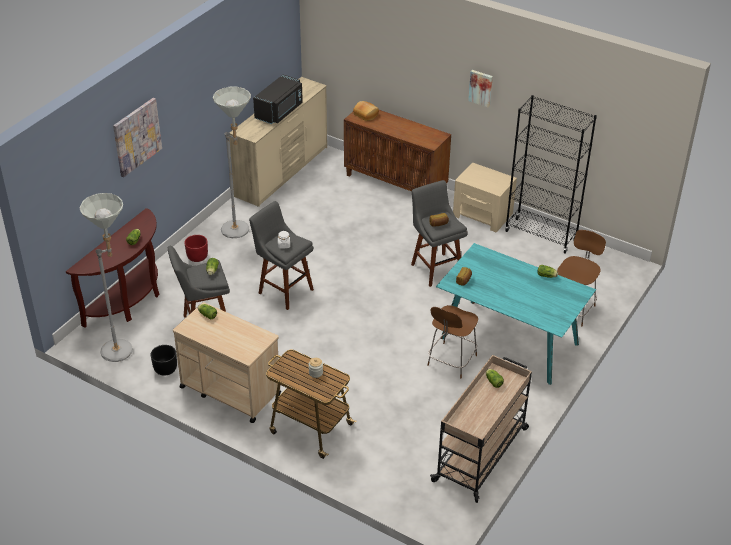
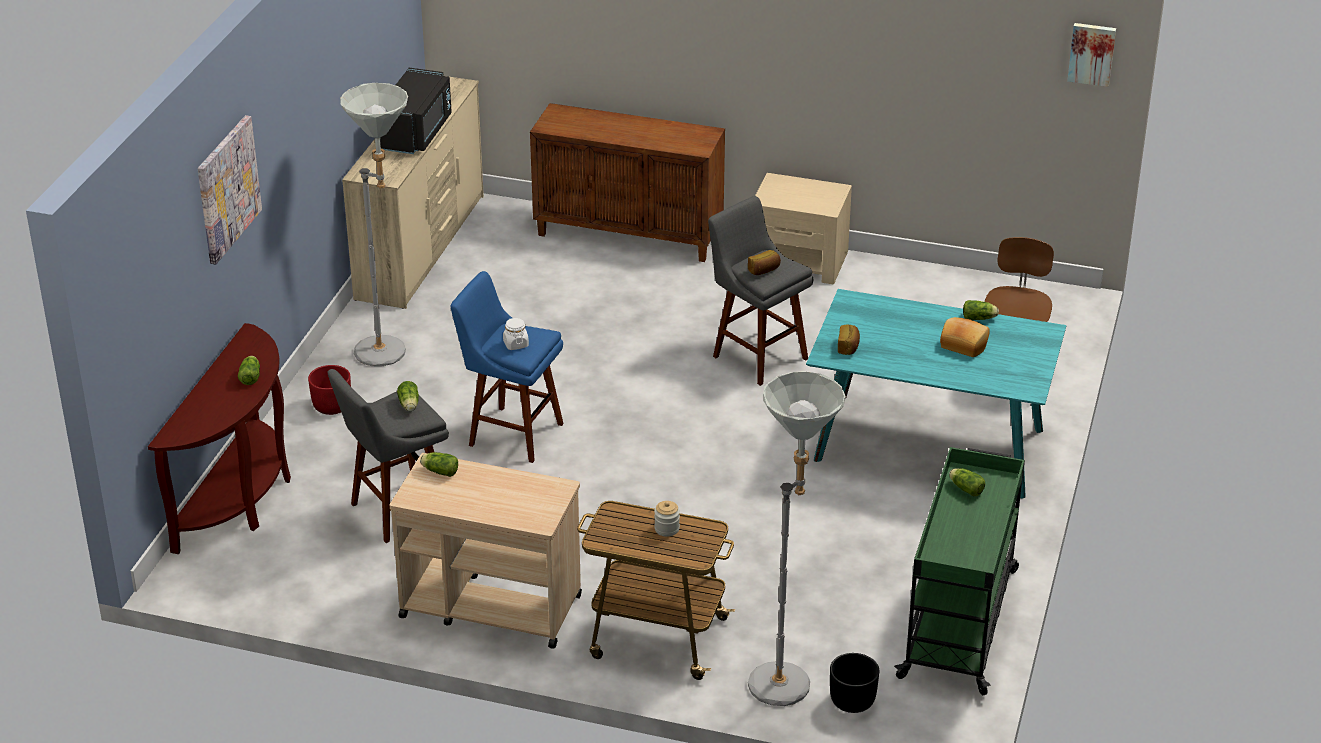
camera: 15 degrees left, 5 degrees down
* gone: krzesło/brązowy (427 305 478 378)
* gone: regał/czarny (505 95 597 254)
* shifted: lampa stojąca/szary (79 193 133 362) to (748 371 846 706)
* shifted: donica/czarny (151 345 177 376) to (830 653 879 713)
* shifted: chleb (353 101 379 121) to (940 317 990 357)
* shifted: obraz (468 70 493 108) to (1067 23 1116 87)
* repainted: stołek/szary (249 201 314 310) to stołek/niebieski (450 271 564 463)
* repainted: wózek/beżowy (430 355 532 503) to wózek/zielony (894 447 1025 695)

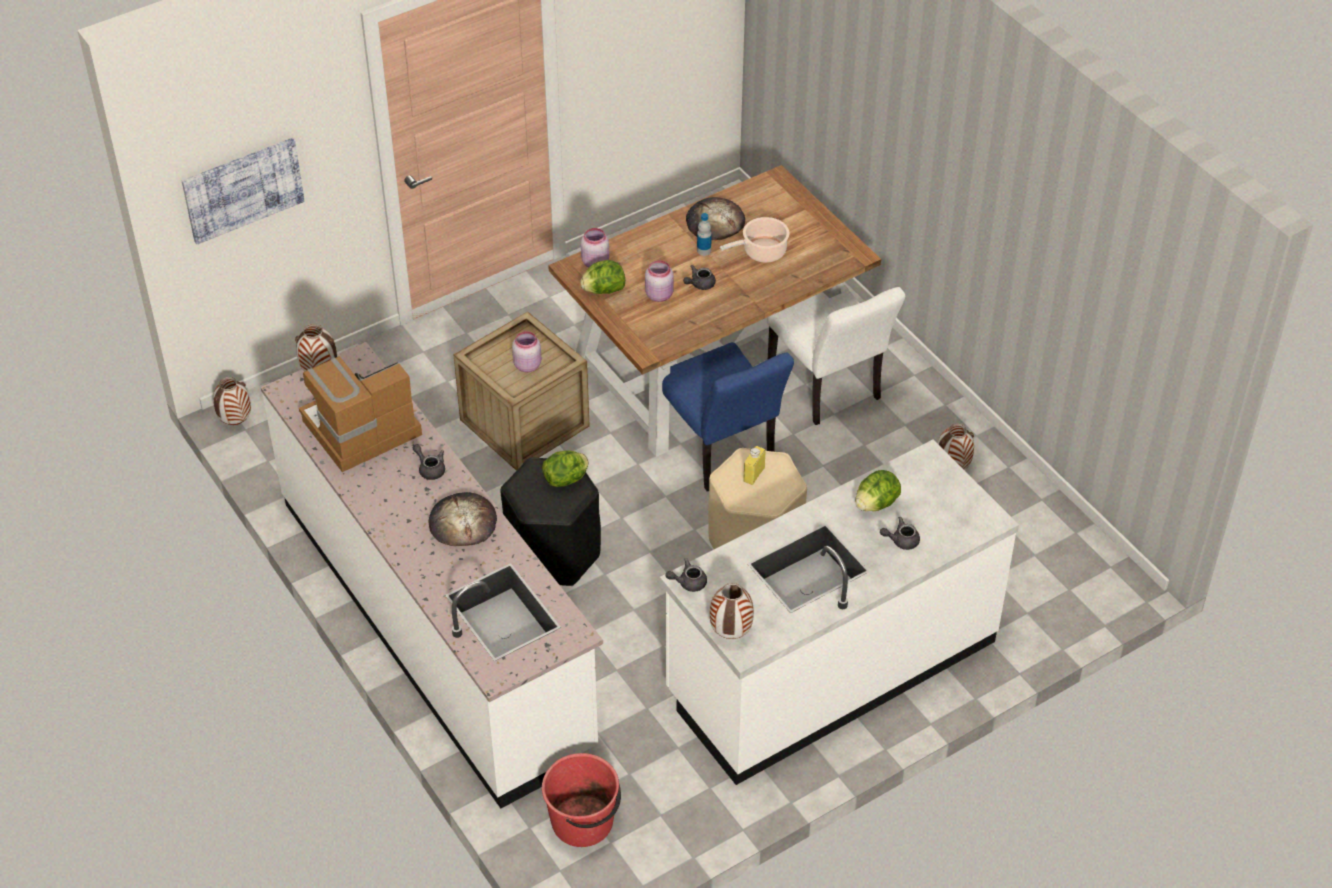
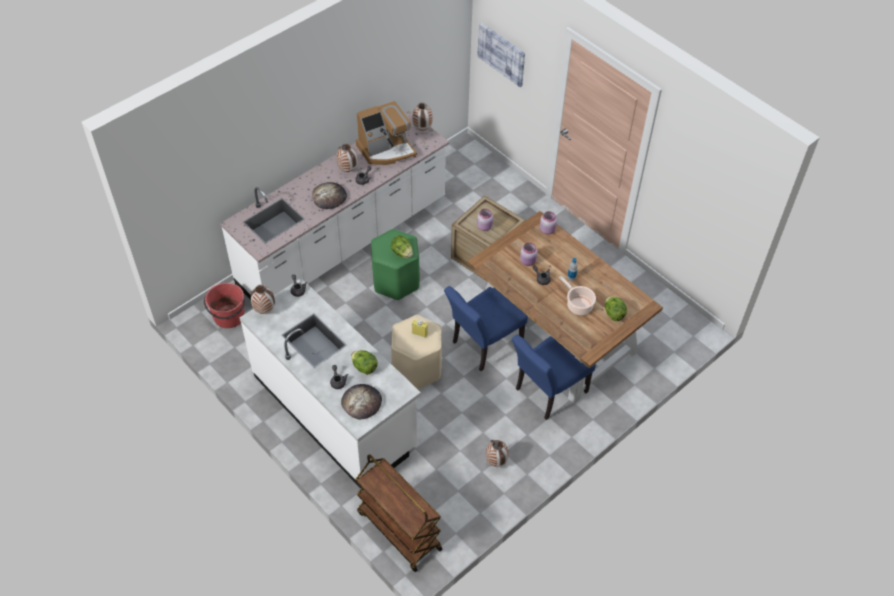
camera: 80 degrees right, 5 degrees up
* new: wózek/brązowy (355 454 442 572)
* shifted: wazon (213 377 251 425) to (337 144 358 172)
* shifted: sałata (580 260 625 294) to (605 297 627 321)
* shifted: chleb (686 197 745 240) to (341 384 382 419)
* repainted: stołek/czarny (500 457 601 586) to stołek/zielony (371 229 420 300)
* repainted: krzesło/biały (767 285 905 425) to krzesło/niebieski (512 335 596 420)
* rotated: ekspres do kawy (299 356 422 472) = (356 101 417 165) 105 degrees clockwise

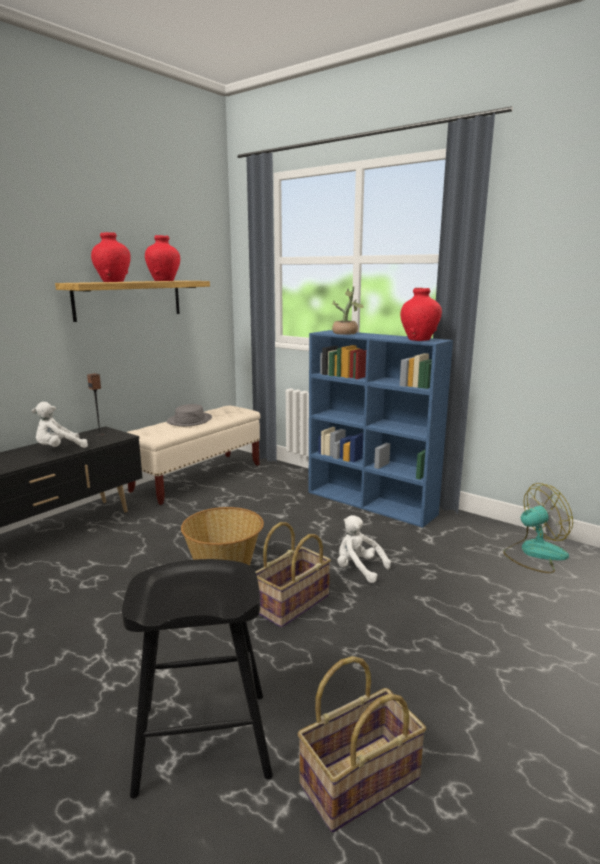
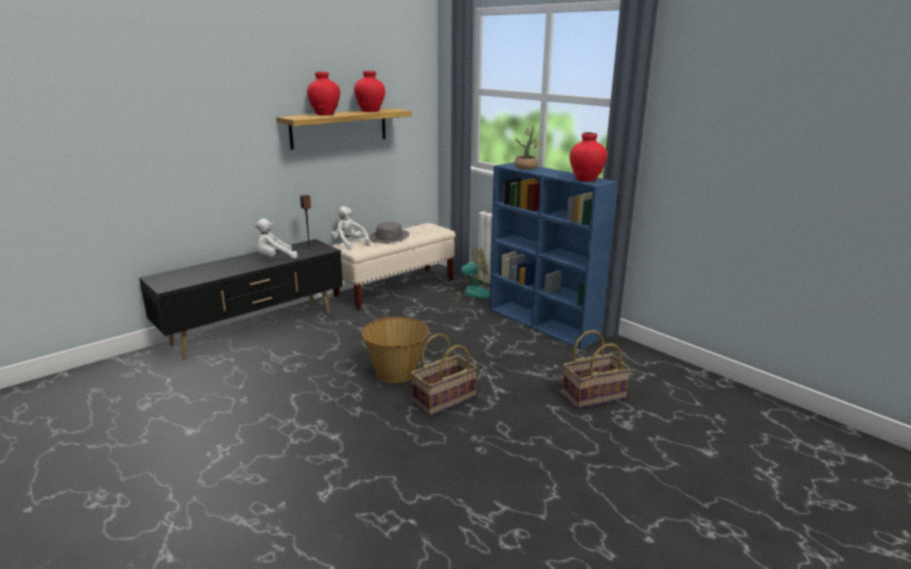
camera: 10 degrees right, 5 degrees up
* gone: stołek/czarny (122 559 273 799)
* shifted: koszyk (298 656 426 833) to (562 330 631 409)
* shifted: pluszak/biały (337 515 391 583) to (331 206 370 249)
* shifted: wentylator (503 483 573 573) to (450 247 490 304)

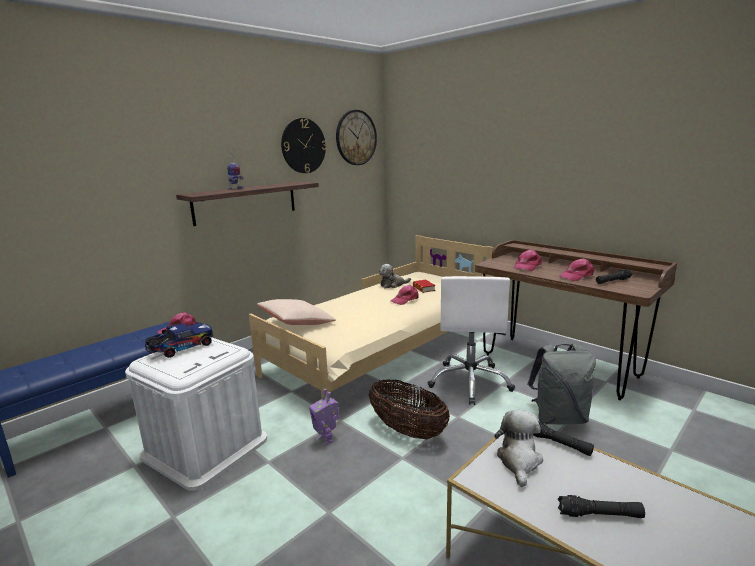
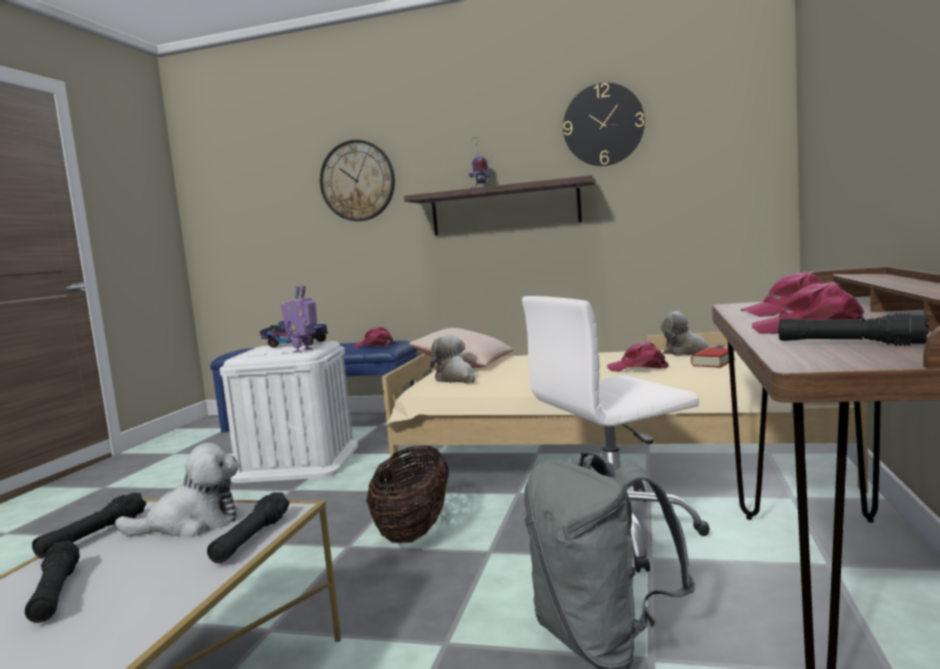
camera: 60 degrees right, 10 degrees down
* new: latarka/czarny (32 493 146 559)
* new: pluszak (430 335 475 383)
* shifted: robot zabawkowy (309 389 339 445) to (281 285 317 353)
* shifted: zegar ścienny (336 110 377 165) to (320 140 395 221)

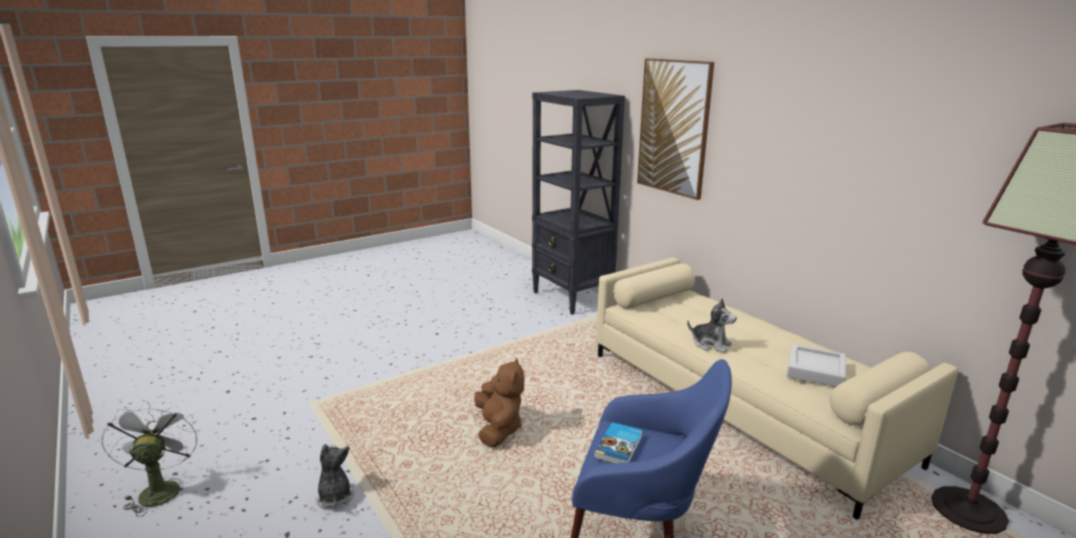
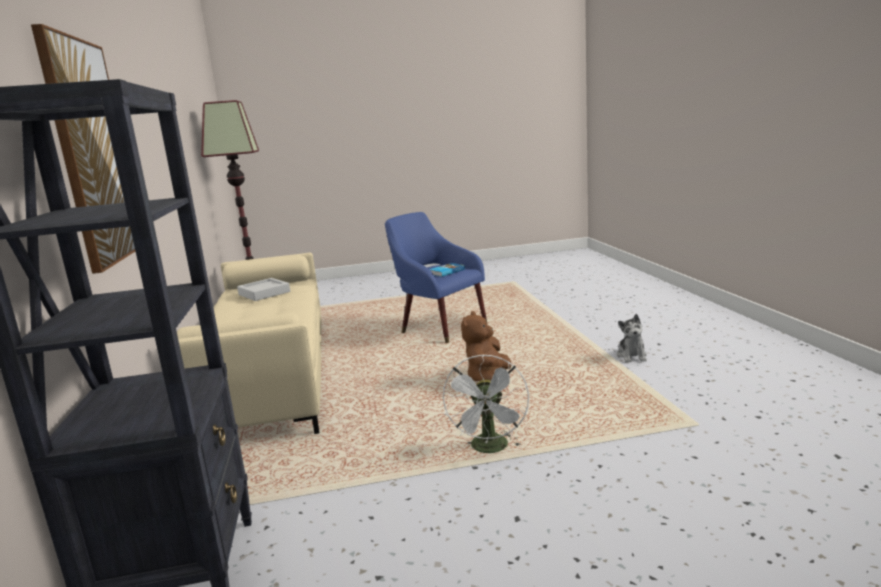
camera: 155 degrees left, 5 degrees down
* gone: pluszak (687 299 737 353)
* shifted: wentylator/biały (101 400 199 517) to (443 354 529 453)

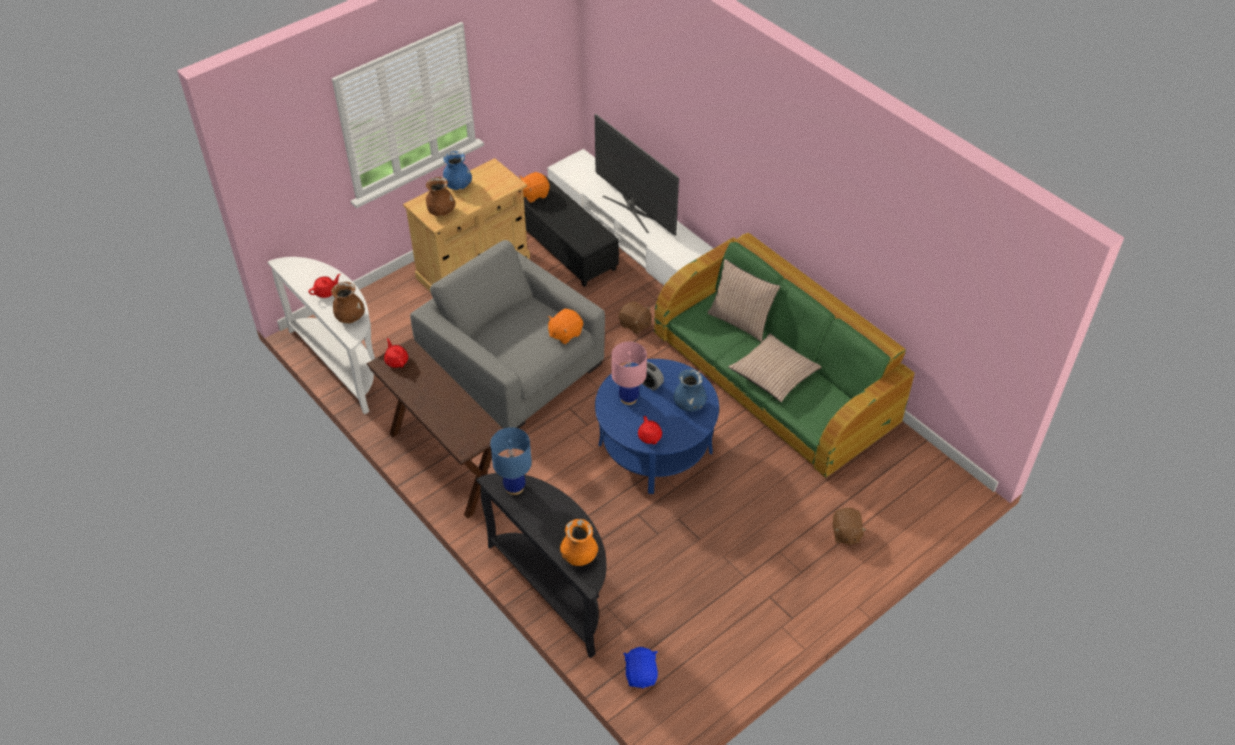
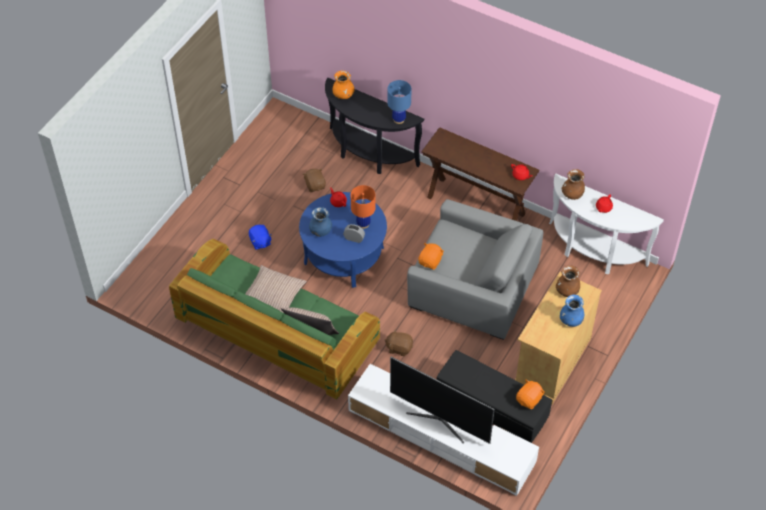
camera: 160 degrees right, 5 degrees up
* shifted: pluszak/niebieski (623 647 658 688) to (249 225 272 250)
* shifted: pluszak/brązowy (833 508 867 545) to (303 169 326 192)
* repainted: lampa stołowa/różowy (611 342 647 405) to lampa stołowa/pomarańczowy (351 185 376 229)

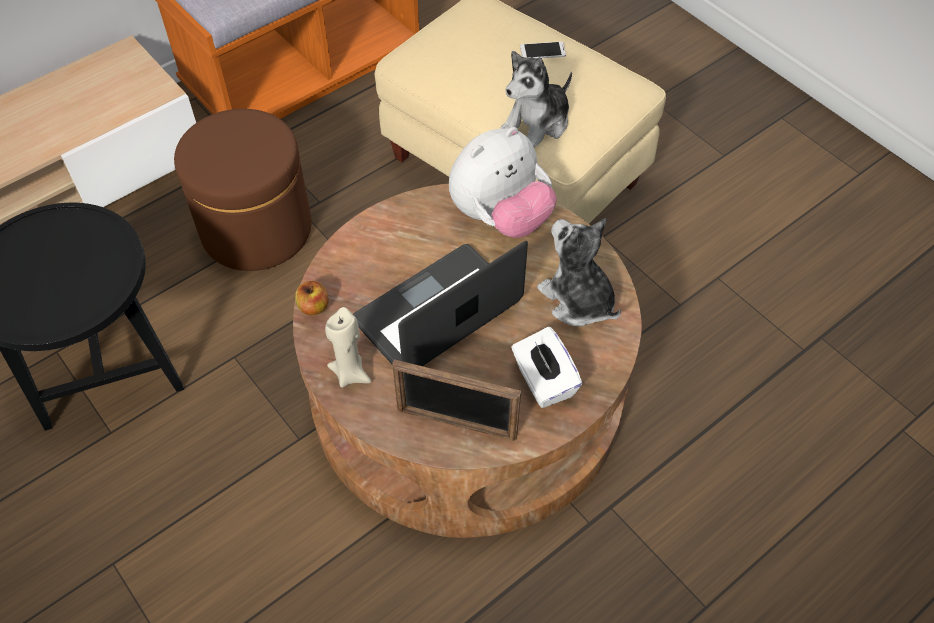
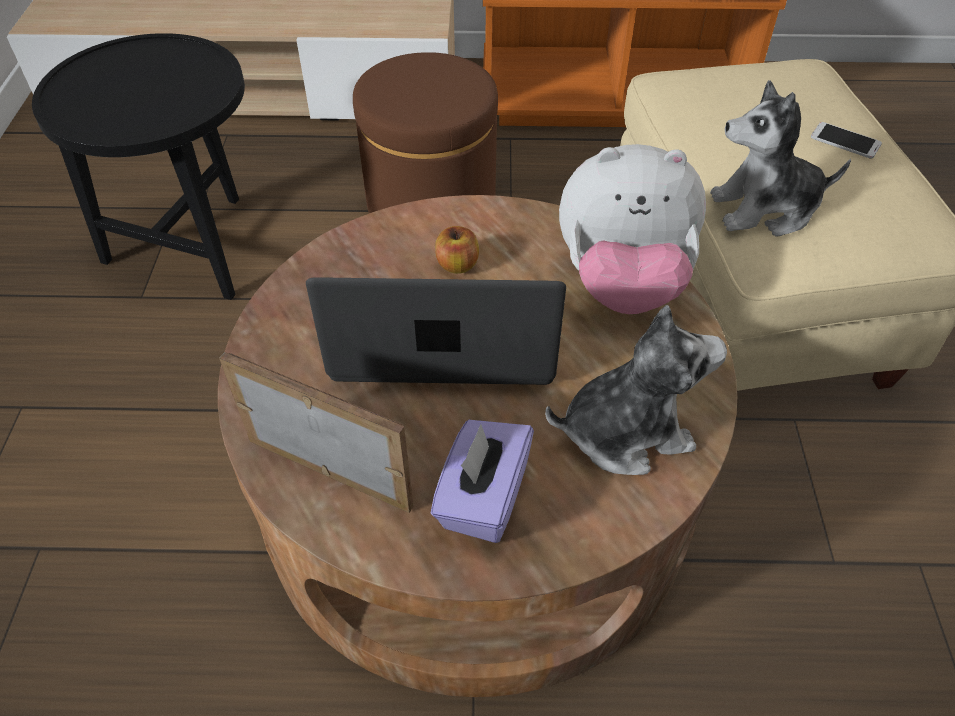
camera: 40 degrees right, 5 degrees down
* gone: świeca/beżowy (325 307 372 388)
* shifted: jabłko (295 281 329 315) to (435 226 479 274)
* repainted: pudełko chusteczek/biały (511 327 582 408) to pudełko chusteczek/fioletowy (431 420 534 543)
* rotated: ramka na zdjęcie (392 359 521 441) = (219 352 413 513) 150 degrees clockwise
* rotated: pluszak (537 218 621 327) = (545 305 727 475) 75 degrees clockwise

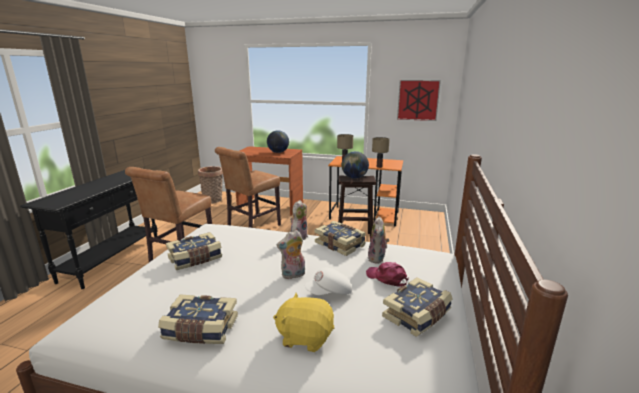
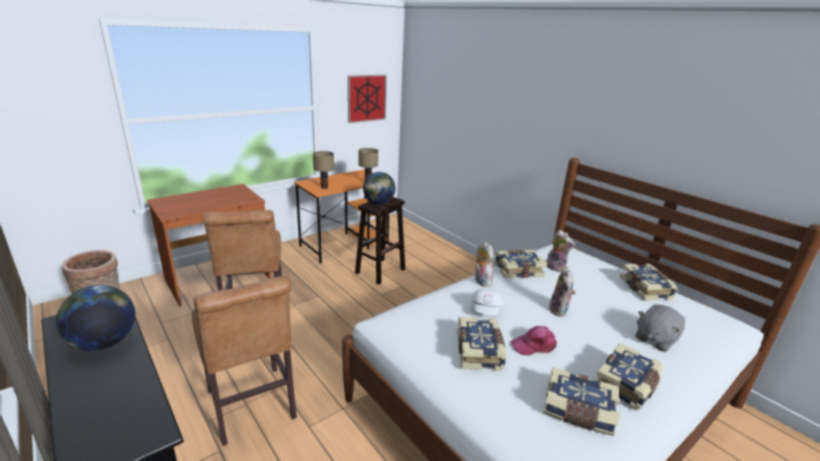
camera: 55 degrees left, 5 degrees up
* new: książka (543 367 619 436)
* shifted: globus (267 130 289 153) to (56 285 135 351)
* shifted: czapka z daszkiem/biały (304 268 352 295) to (471 289 504 315)
* shifted: czapka z daszkiem/różowy (366 262 409 287) to (511 326 557 356)
* repainted: pluszak/żółty (273 293 334 352) to pluszak/szary (635 304 685 352)

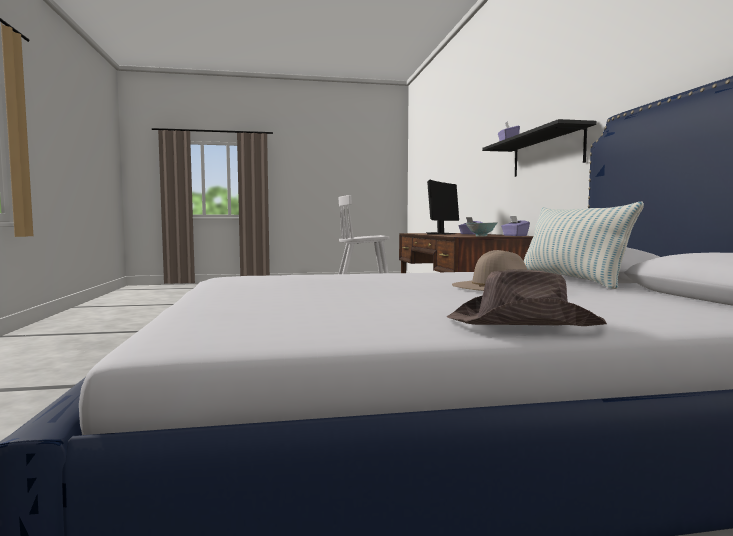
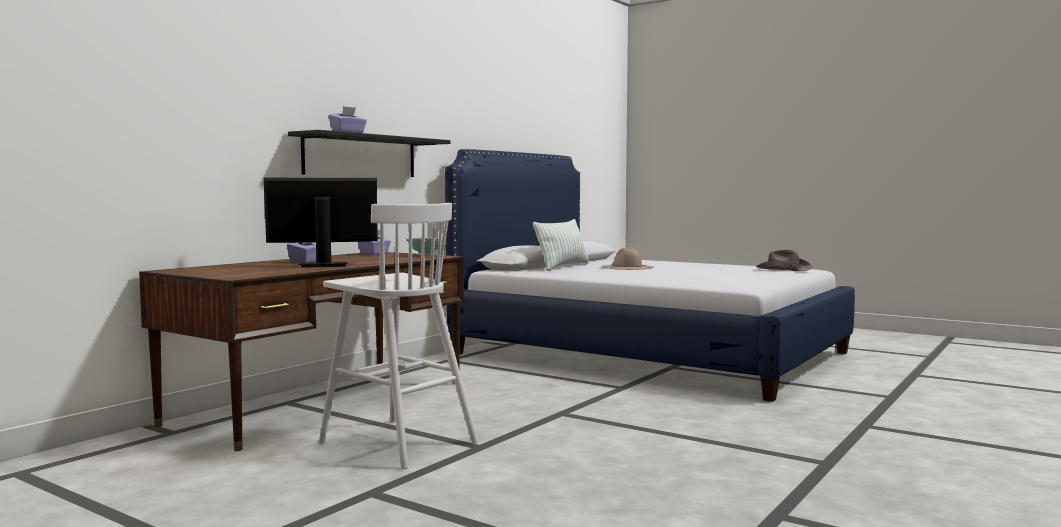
camera: 135 degrees left, 0 degrees up
* shifted: kapelusz/brązowy (447 269 607 326) to (756 250 813 271)

